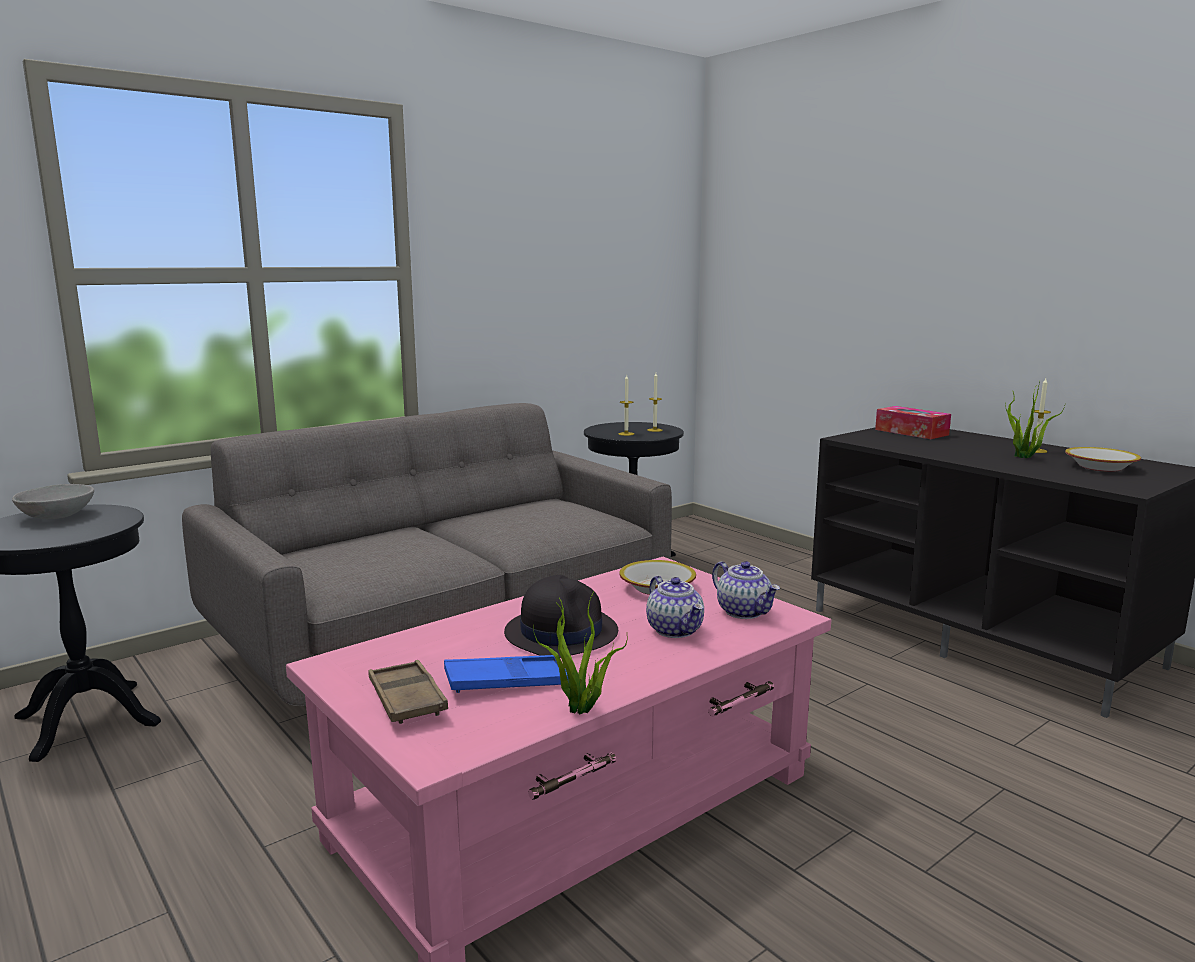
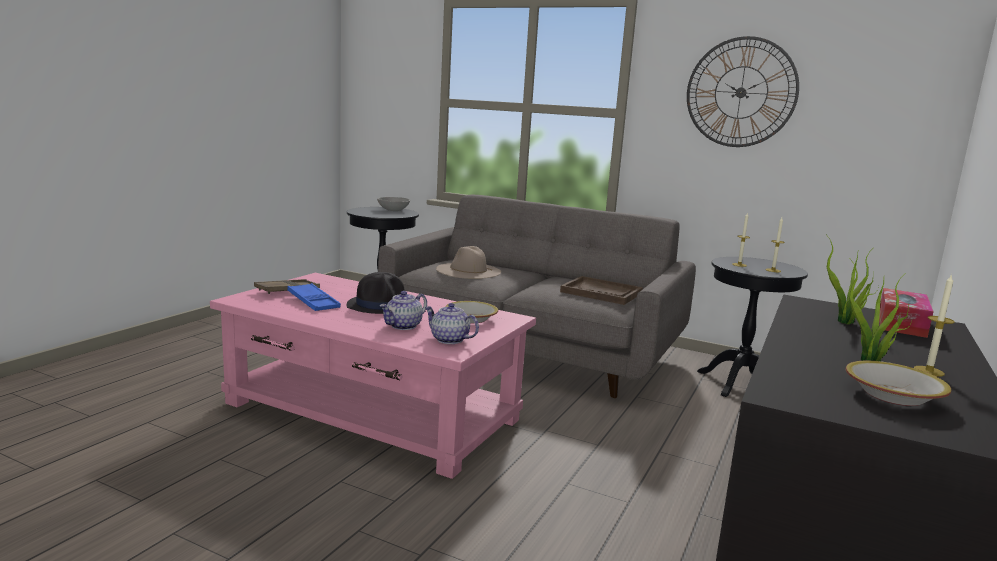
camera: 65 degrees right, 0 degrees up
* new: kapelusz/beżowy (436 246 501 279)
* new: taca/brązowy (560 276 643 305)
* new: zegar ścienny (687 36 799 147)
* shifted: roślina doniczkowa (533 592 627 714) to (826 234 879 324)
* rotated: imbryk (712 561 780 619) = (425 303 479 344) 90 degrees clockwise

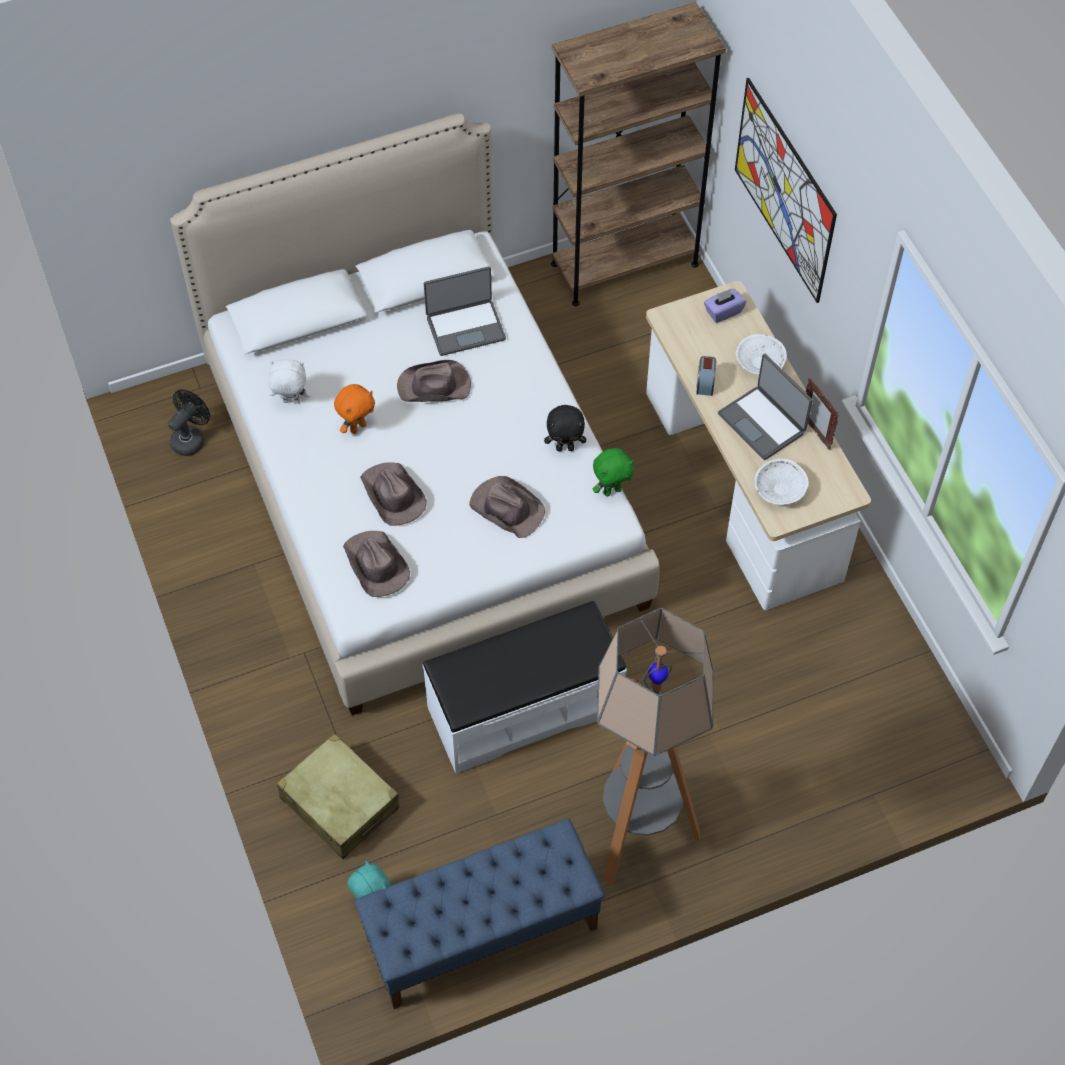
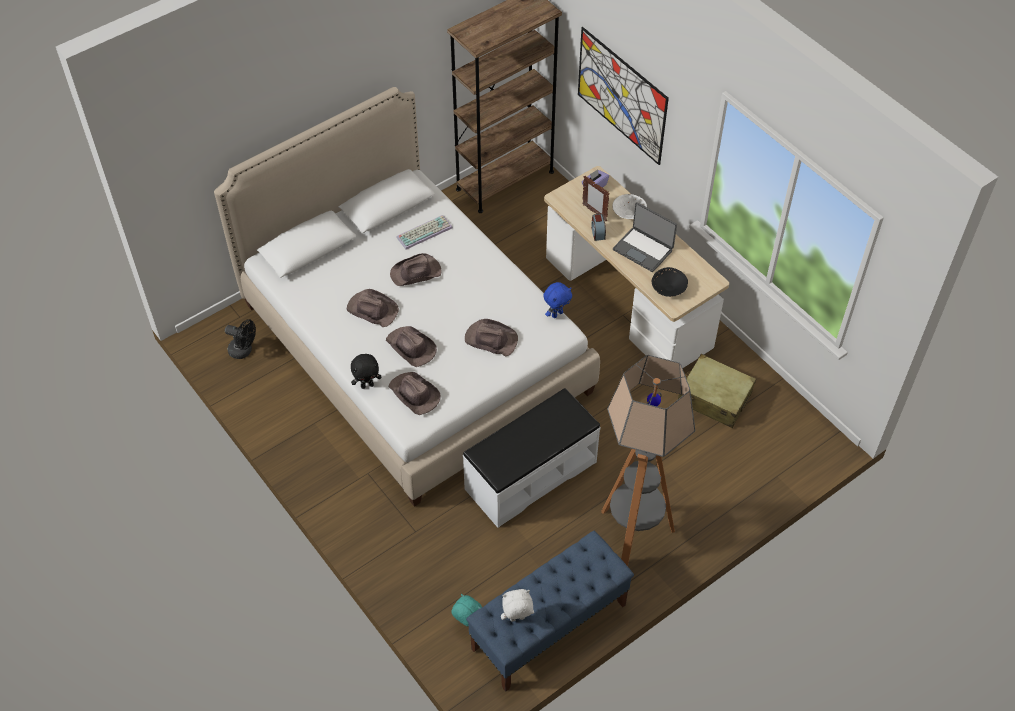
camera: 15 degrees left, 5 degrees down
* shifted: pluszak/biały (268 360 311 403) to (501 589 534 622)
* shifted: walizka/beżowy (277 733 399 859) to (678 354 756 428)
* shifted: pluszak/czarny (544 405 586 451) to (351 354 382 389)
* shifted: ramka na zdjęcie (806 378 839 450) to (582 176 609 221)
* swapped: pluszak/pomarańczowy (334 384 375 434) to kapelusz/brązowy (346 289 399 327)
* swapped: laptop (424 266 506 356) to klawiatura (396 215 453 250)
* repainted: pluszak/zielony (593 448 634 496) to pluszak/niebieski (543 282 572 318)
* repainted: miska/biały (755 459 809 505) to miska/czarny (652 267 688 297)
* rotated: wentylator/czarny (168 389 210 456) = (225 319 256 359) 90 degrees clockwise

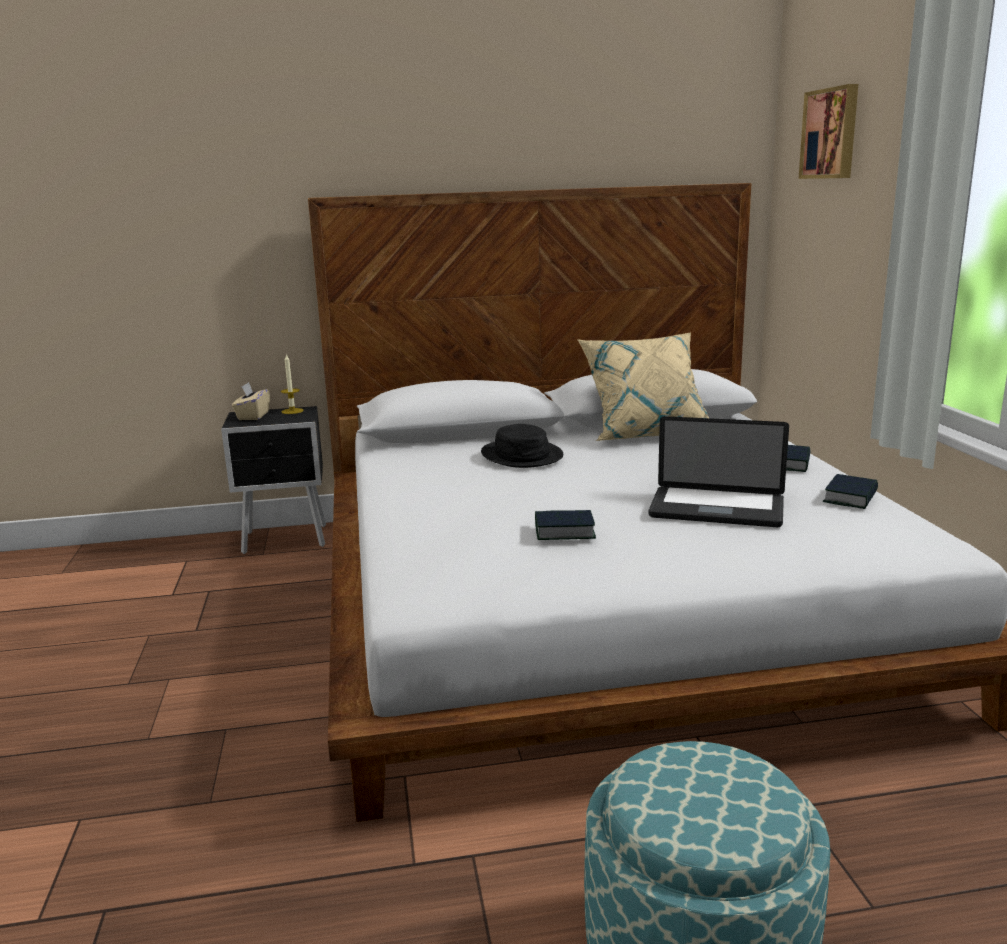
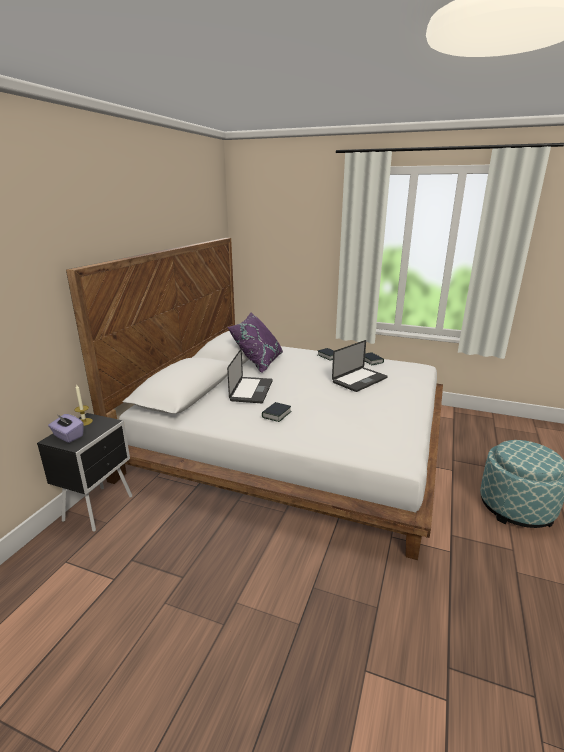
camera: 60 degrees left, 5 degrees up
* gone: obraz (799 84 858 179)
* shifted: książka (535 510 596 540) to (262 402 292 422)
* swapped: kapelusz/czarny (481 424 564 468) to laptop (227 348 272 403)
* repainted: pudełko chusteczek/beżowy (232 382 270 420) to pudełko chusteczek/fioletowy (48 414 84 443)
* repainted: poduszka/beżowy (577 332 709 441) to poduszka/fioletowy (228 313 283 372)

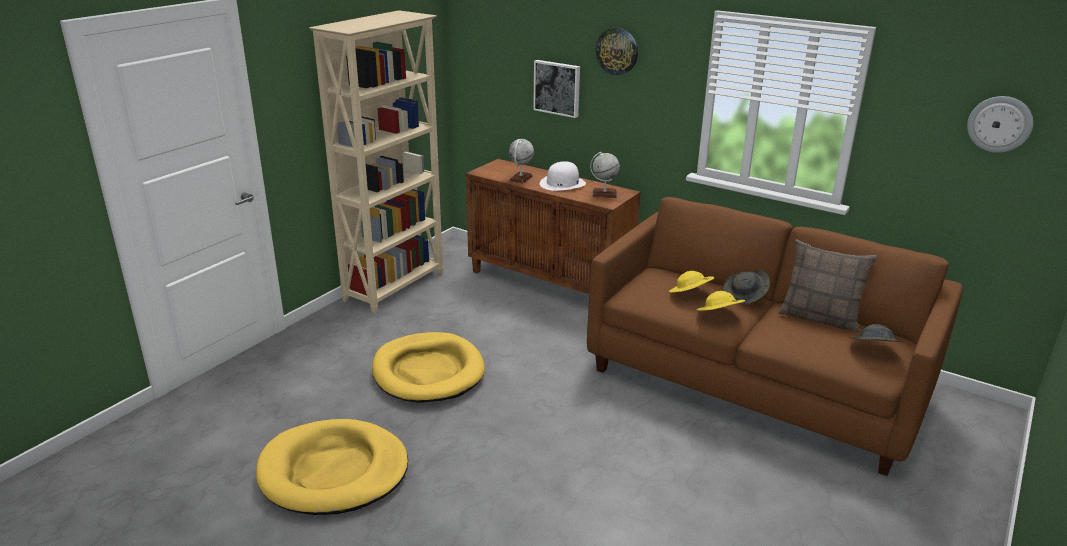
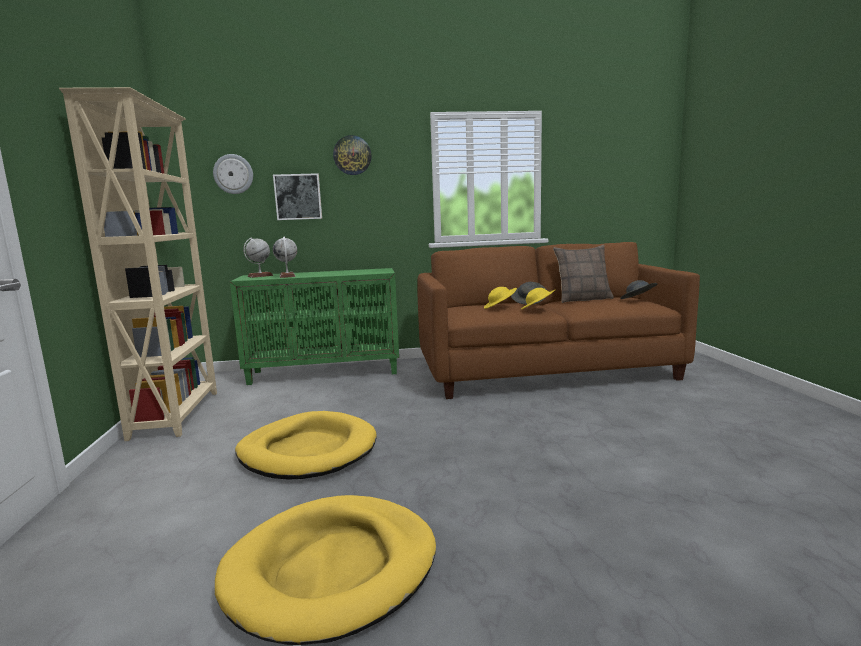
camera: 40 degrees left, 15 degrees down
* gone: kapelusz/biały (540 161 586 191)
* shifted: globus (590 152 620 198) to (243 237 273 278)
* shifted: zegar ścienny (967 96 1033 153) to (213 154 253 194)
* repainted: szafka/brązowy (466 159 640 294) to szafka/zielony (230 268 399 385)

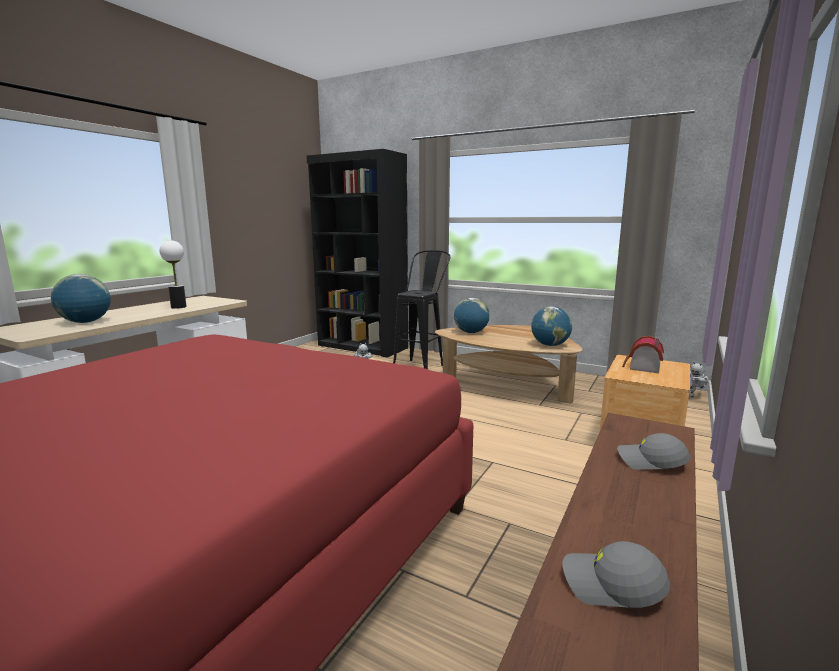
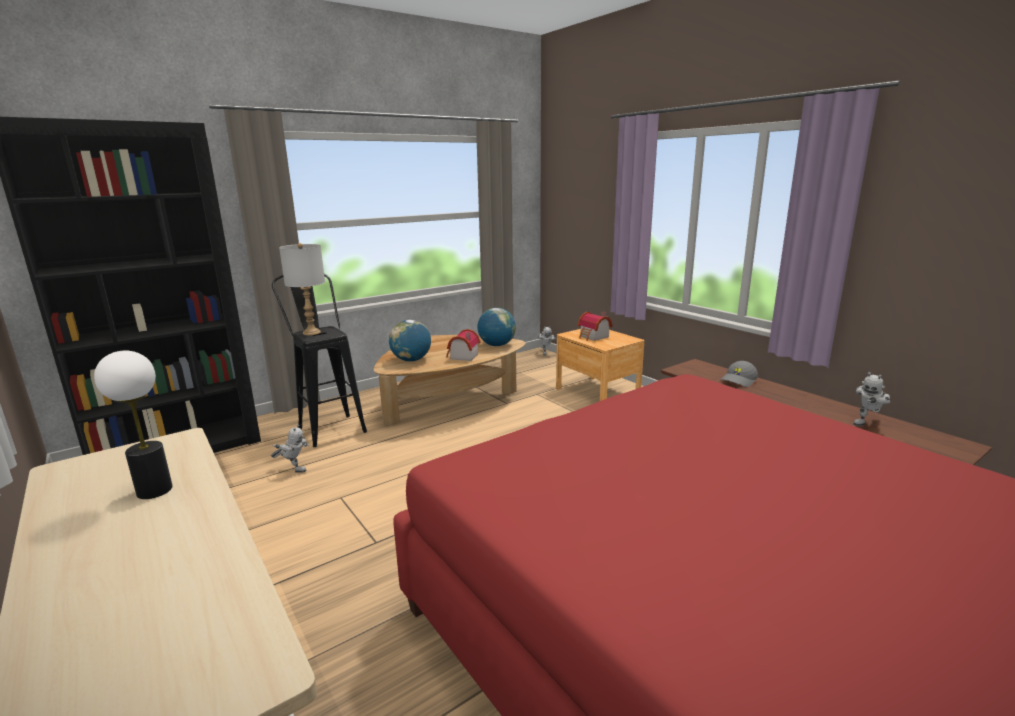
camera: 65 degrees left, 5 degrees up
* gone: globus (51 274 111 323)
* new: lampa stołowa/szary (279 243 325 335)
* new: domek (446 329 481 361)
* swapped: czapka z daszkiem/szary (563 541 670 608) to robot zabawkowy (853 372 890 426)

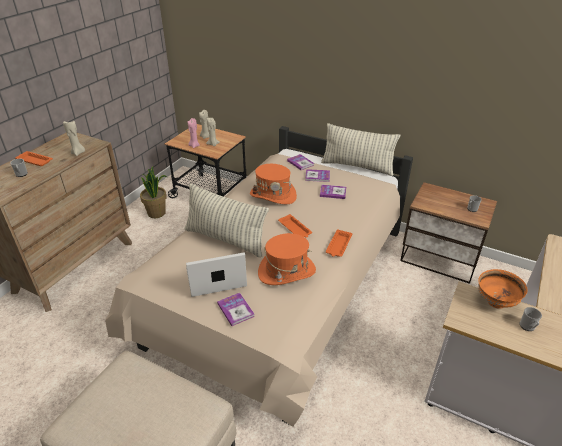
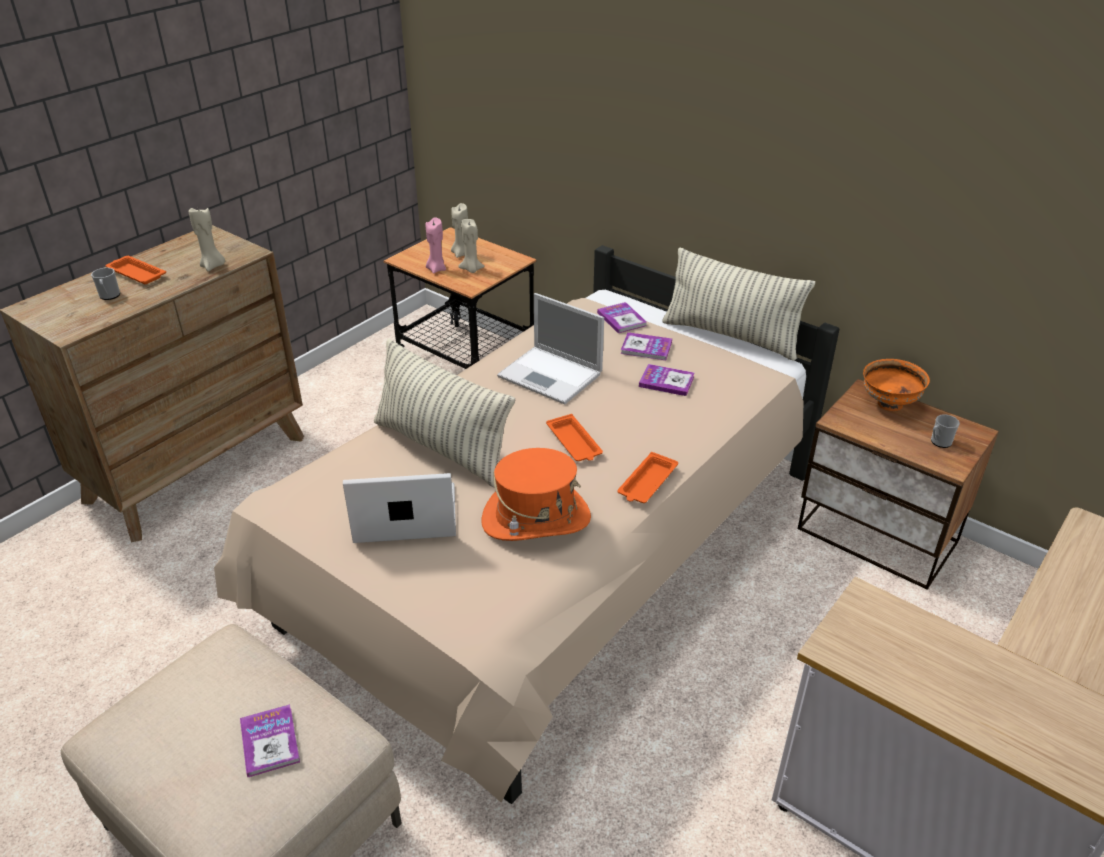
camera: 10 degrees right, 0 degrees up
* gone: roślina doniczkowa (140 167 167 218)
* gone: kubek (520 307 542 331)
* shifted: książka (217 293 255 326) to (240 704 300 777)
* shifted: miska/pomarańczowy (478 269 528 309) to (863 359 930 411)
* swapped: kapelusz/pomarańczowy (250 164 297 204) to laptop (497 293 604 404)

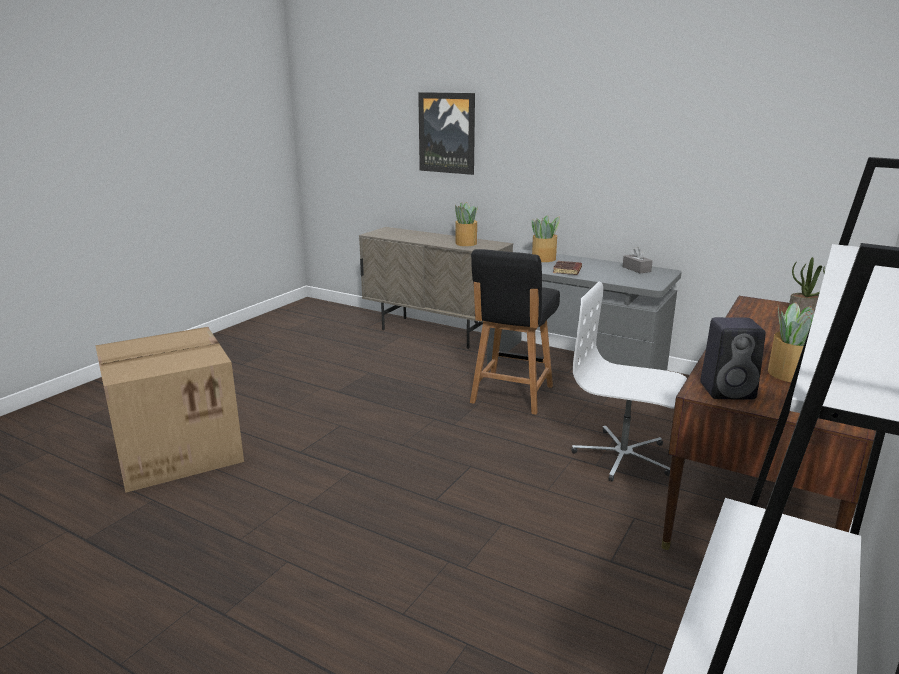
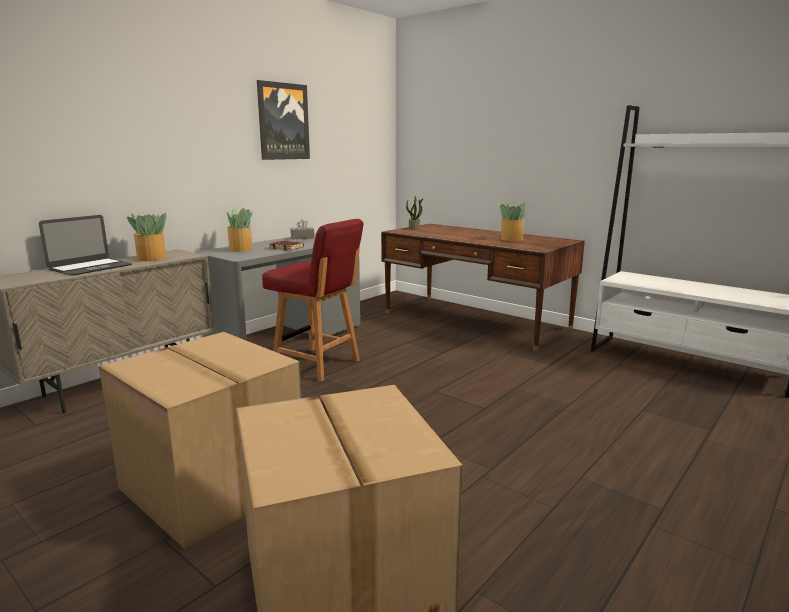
camera: 80 degrees left, 5 degrees down
* gone: krzesło biurowe/biały (571 281 687 481)
* gone: głośnik/czarny (700 317 766 400)
* new: laptop (39 215 133 276)
* new: karton (99 332 302 550)
* shifted: obraz (418 92 475 175) to (257 80 310 160)
* repainted: krzesło/czarny (470 249 560 415) to krzesło/czerwony (262 219 364 382)

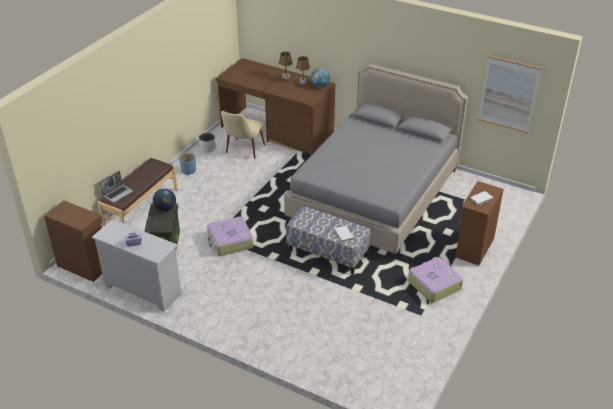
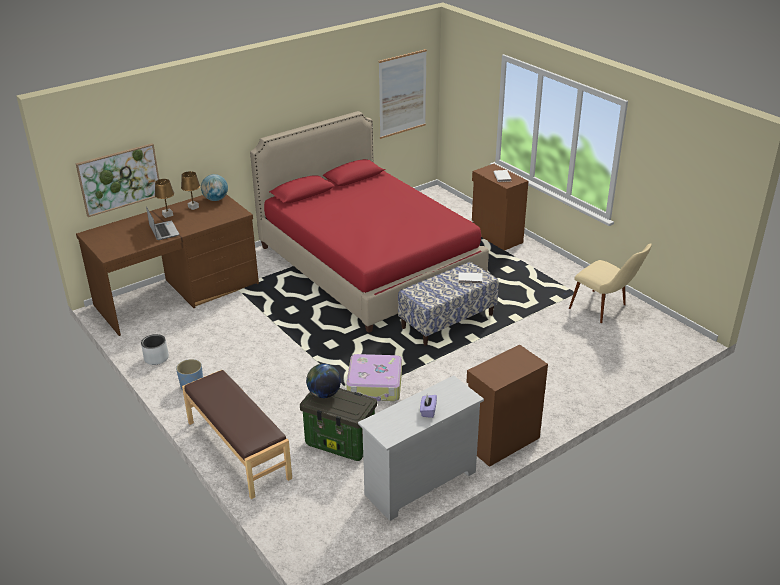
camera: 65 degrees left, 5 degrees down
* gone: walizka (408 257 463 303)
* new: obraz (76 143 159 217)
* shifted: szafka/brązowy (44 200 103 282) to (467 345 548 467)
* shifted: laptop (99 171 133 203) to (146 206 180 240)
* shifted: krzesło/beżowy (221 111 265 159) to (569 243 652 323)
* repainted: łóżko/szary (284 64 468 258) to łóżko/czerwony (250 111 489 333)

